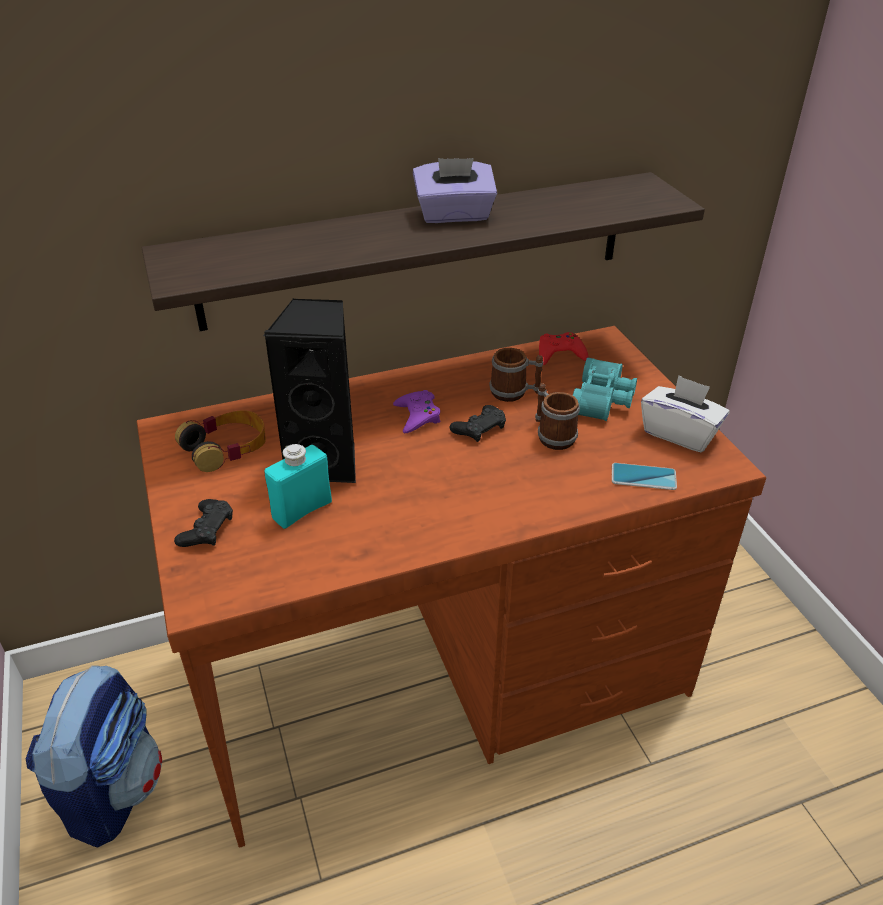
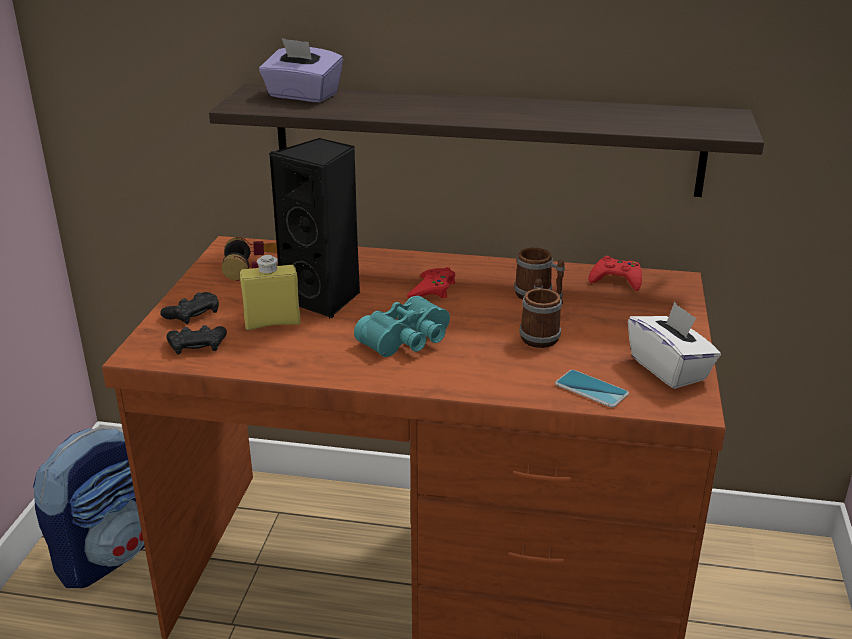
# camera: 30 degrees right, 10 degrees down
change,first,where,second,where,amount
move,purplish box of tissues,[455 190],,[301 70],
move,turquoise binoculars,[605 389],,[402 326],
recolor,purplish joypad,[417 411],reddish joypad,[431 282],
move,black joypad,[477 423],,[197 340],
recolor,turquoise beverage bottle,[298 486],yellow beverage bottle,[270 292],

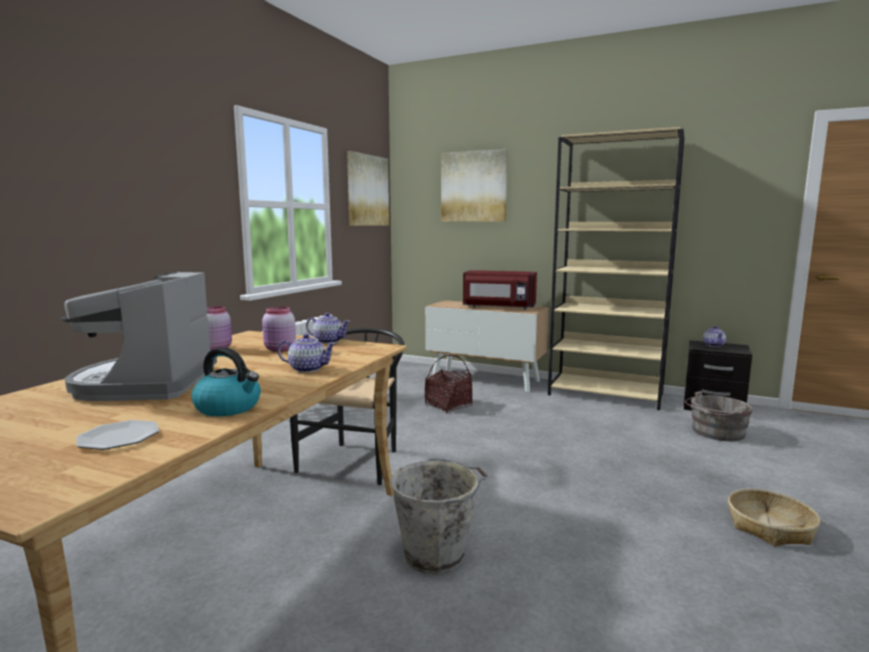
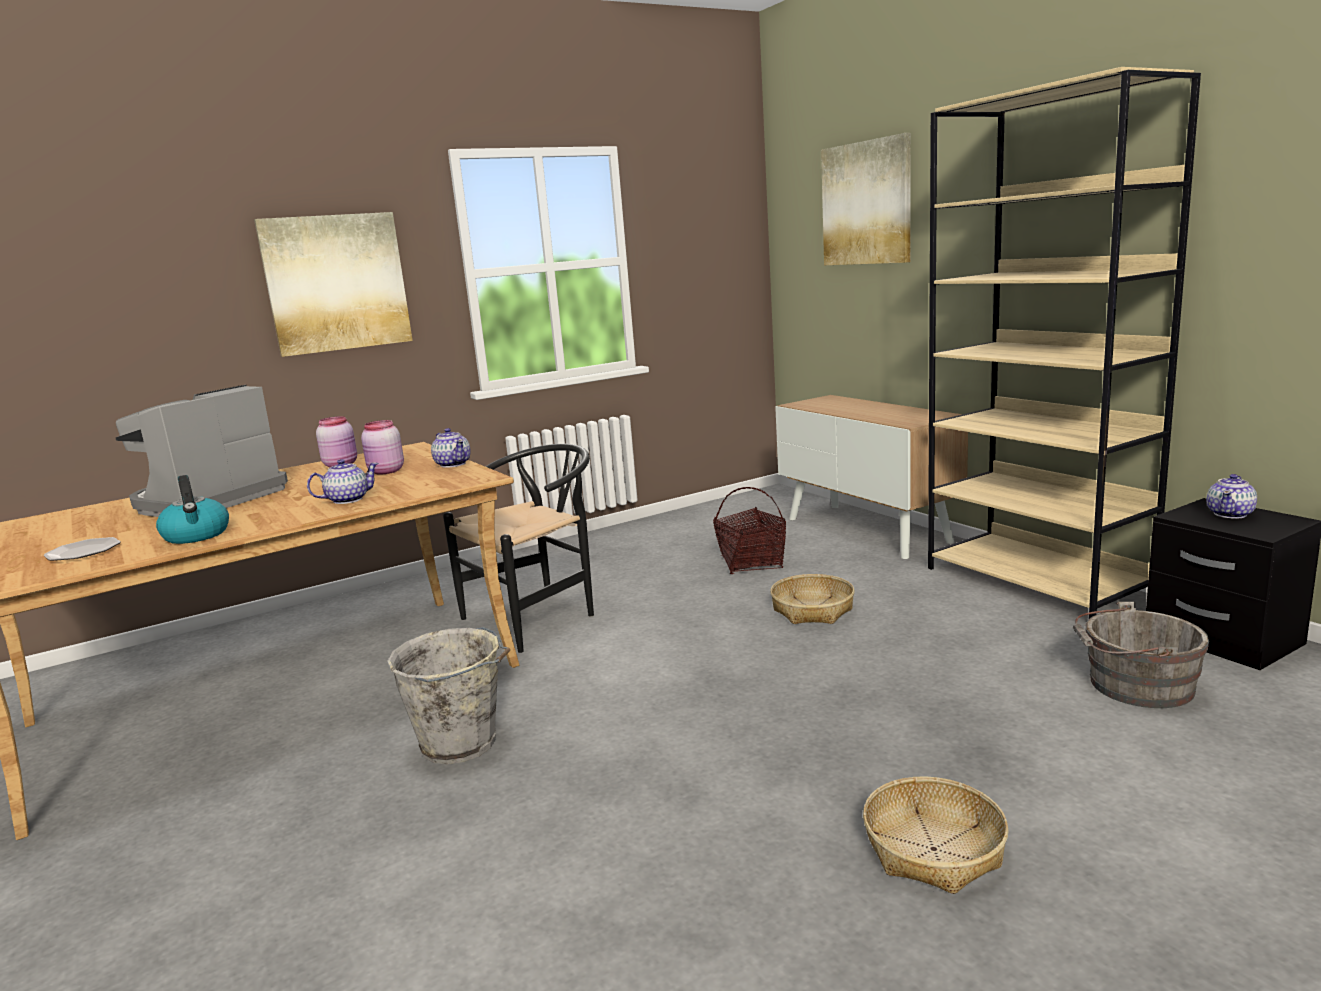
# camera: 35 degrees right, 5 degrees up
change,first,where,second,where,amount
move,wall picture,[368 188],,[333 284],
delete,reddish microwave,[500 290],,,
rotate,teapot,[307 353],,[343 481],75 degrees counterclockwise
insert,,,household basket,[812 599],

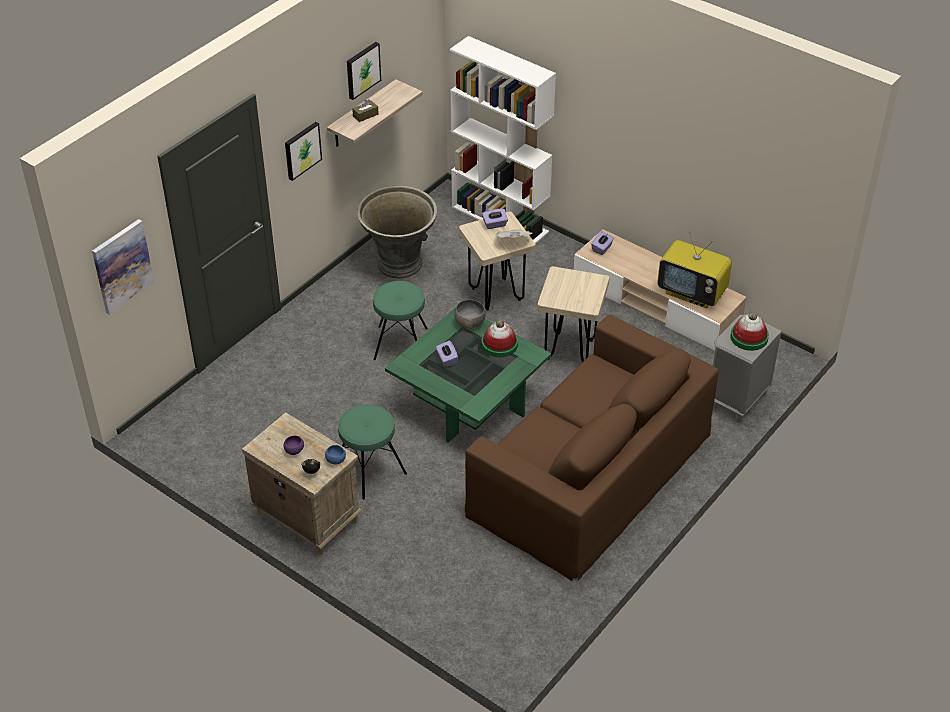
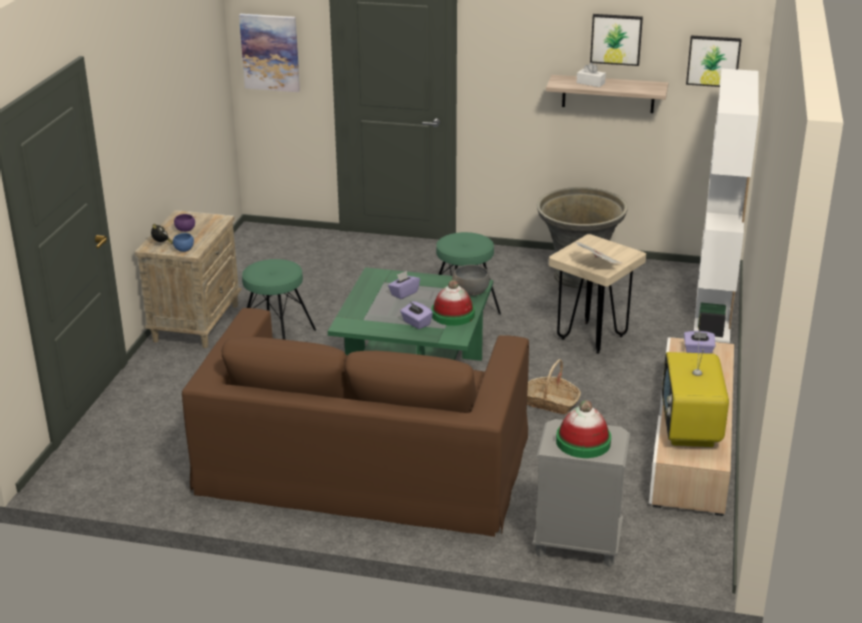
# camera: 65 degrees right, 15 degrees down
change,first,where,second,where,amount
recolor,brownish box of tissues,[365 110],white-coloured box of tissues,[591 74],
move,wall picture,[303 151],,[714 61],
move,purplish box of tissues,[495 219],,[416 315],
replace,beige stool seat,[573 314],household basket,[554 386],

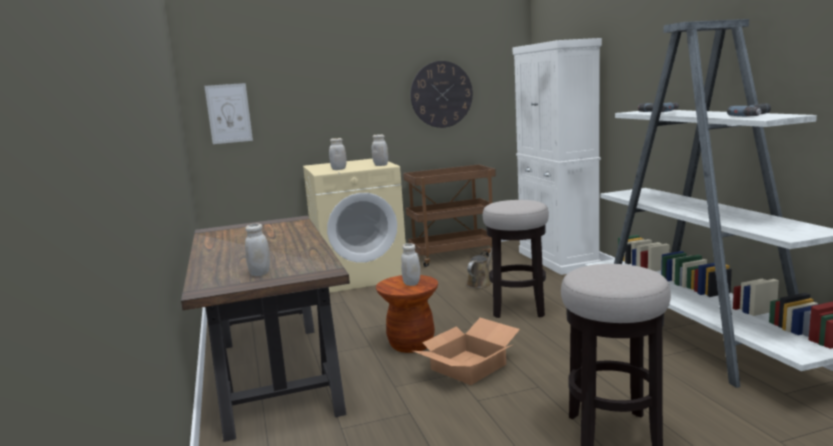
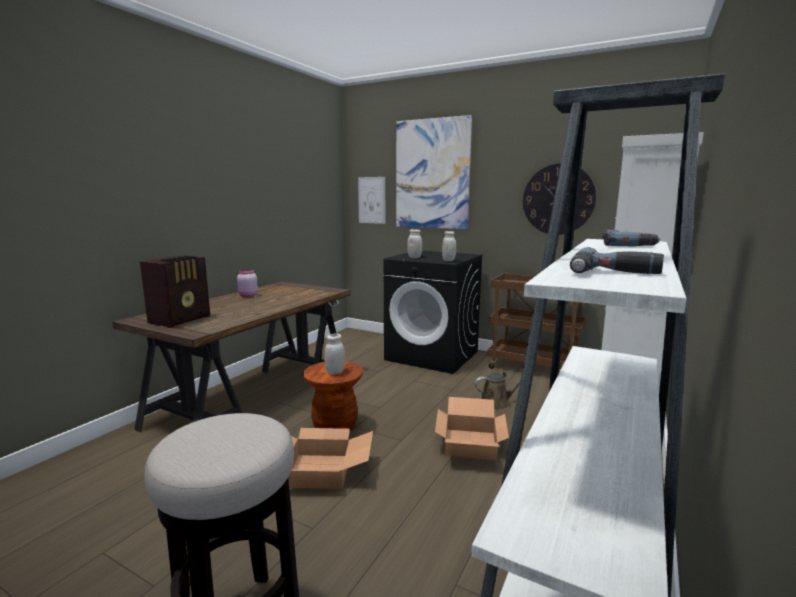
# camera: 45 degrees right, 0 degrees up
change,first,where,second,where,amount
recolor,beige laundry machine,[354 226],black laundry machine,[433 312],
replace,stool seat,[516 259],carton,[472 428],
replace,white-coloured preserve jar,[257 249],radio,[175 291],
insert,,,wall picture,[434 172],
insert,,,pink-coloured preserve jar,[247 283],

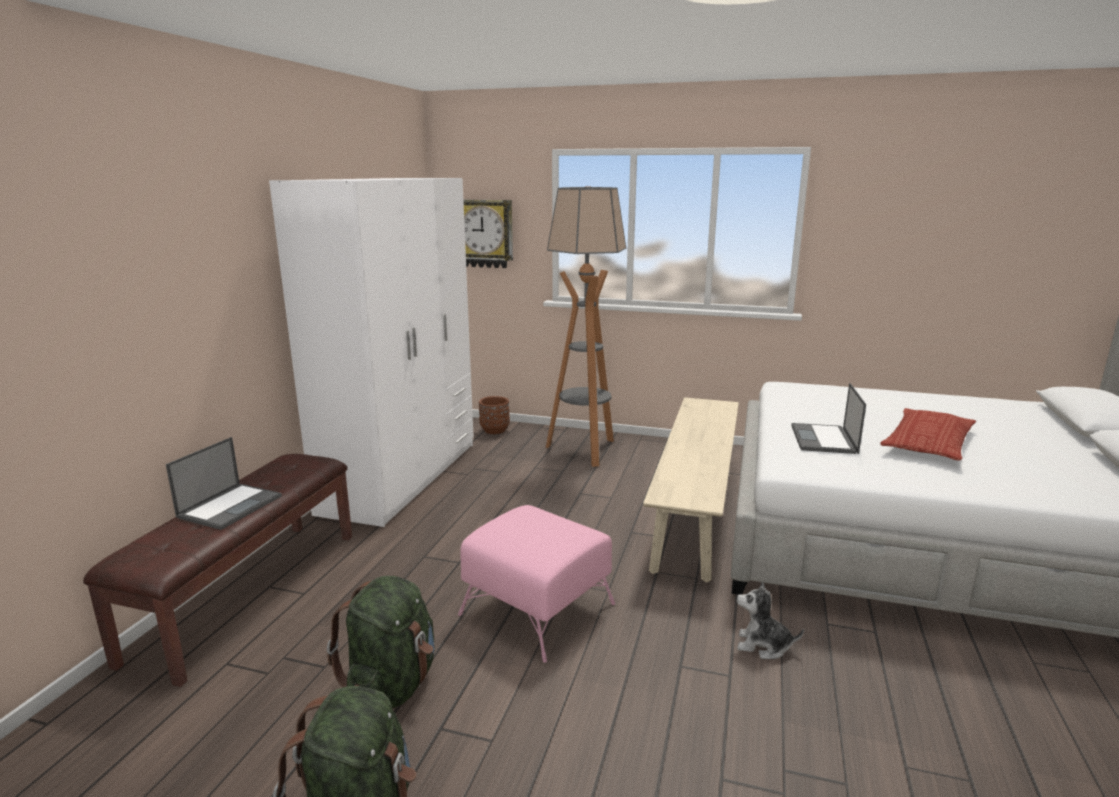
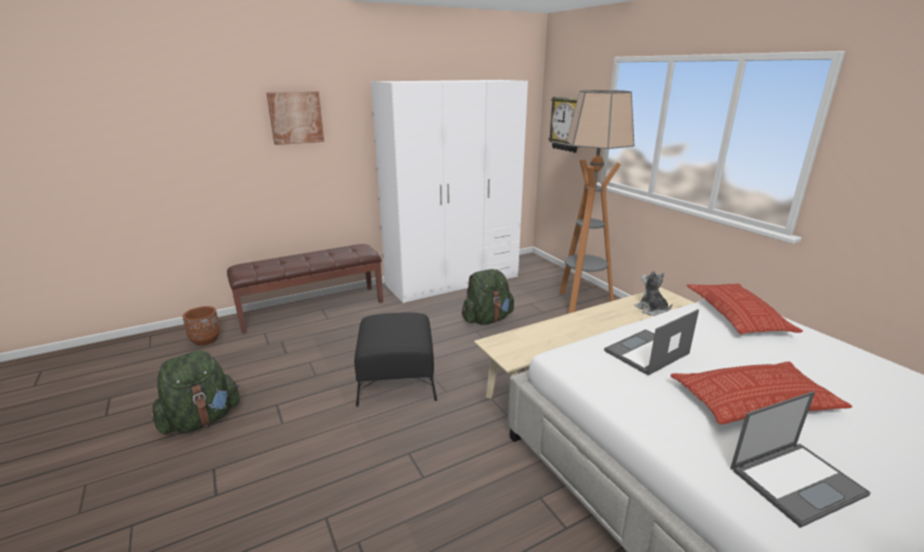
# camera: 45 degrees right, 5 degrees up
change,first,where,second,where,amount
move,brownish planter,[494 415],,[201 326],
move,notebook computer,[224 483],,[800 459],
recolor,pink-coloured pouffe,[536 584],black pouffe,[395 359],
move,green-coloured backpack,[381 642],,[488 297],
move,cuddly toy,[770 620],,[653 293],
insert,,,wall picture,[295 118],
insert,,,cushion,[745 309],

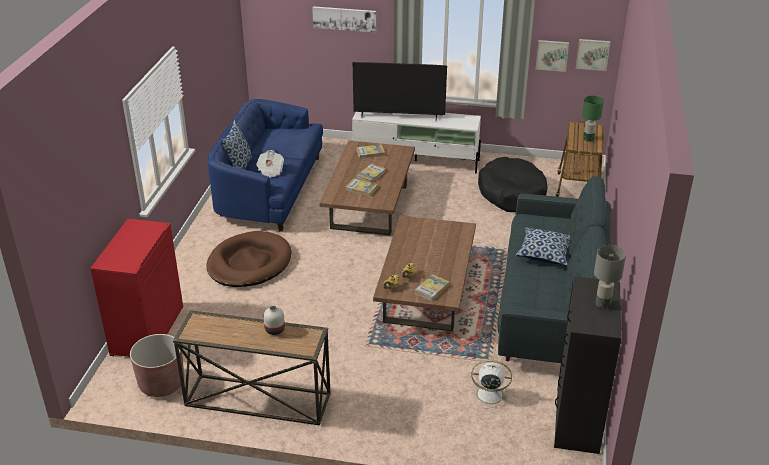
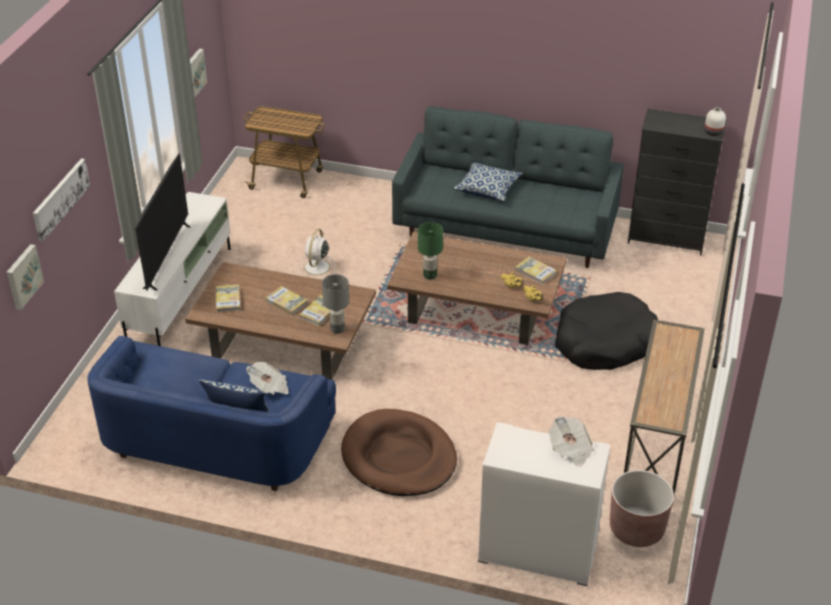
# camera: 85 degrees left, 5 degrees up
change,first,where,second,where,amount
move,wall picture,[593 55],,[25 277],
move,green-coloured tabletop lamp,[593 118],,[430 251],
move,black dog cushion,[513 184],,[606 331],
recolor,reddish storage cabinet,[136 288],white-coloured storage cabinet,[544 504],
move,gray tabletop lamp,[610 277],,[335 304],
move,white-coloured vase,[274 320],,[715 121],
move,white-coloured fan,[491 384],,[316 254],
insert,,,daily paper,[572 441],

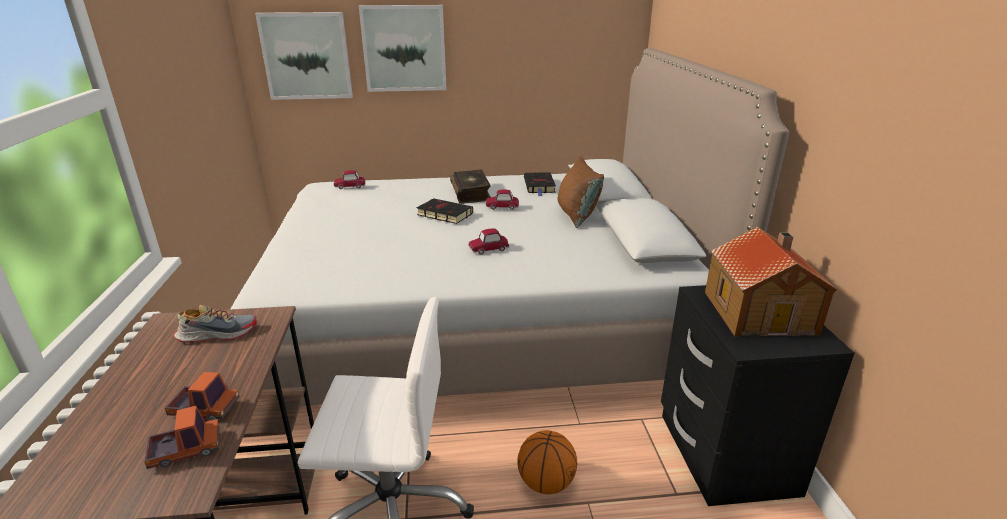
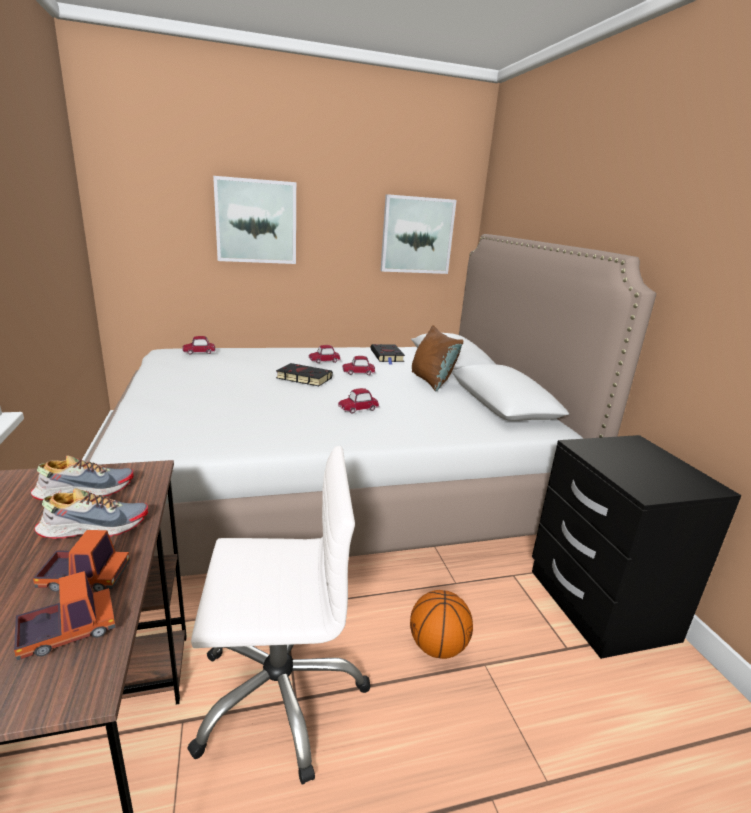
# camera: 10 degrees left, 5 degrees down
change,first,where,second,where,amount
move,wall picture,[304 56],,[418 234],
replace,volume,[470 187],miniature car,[325 354],
delete,model house,[771 281],,,
insert,,,shoe,[91 513],

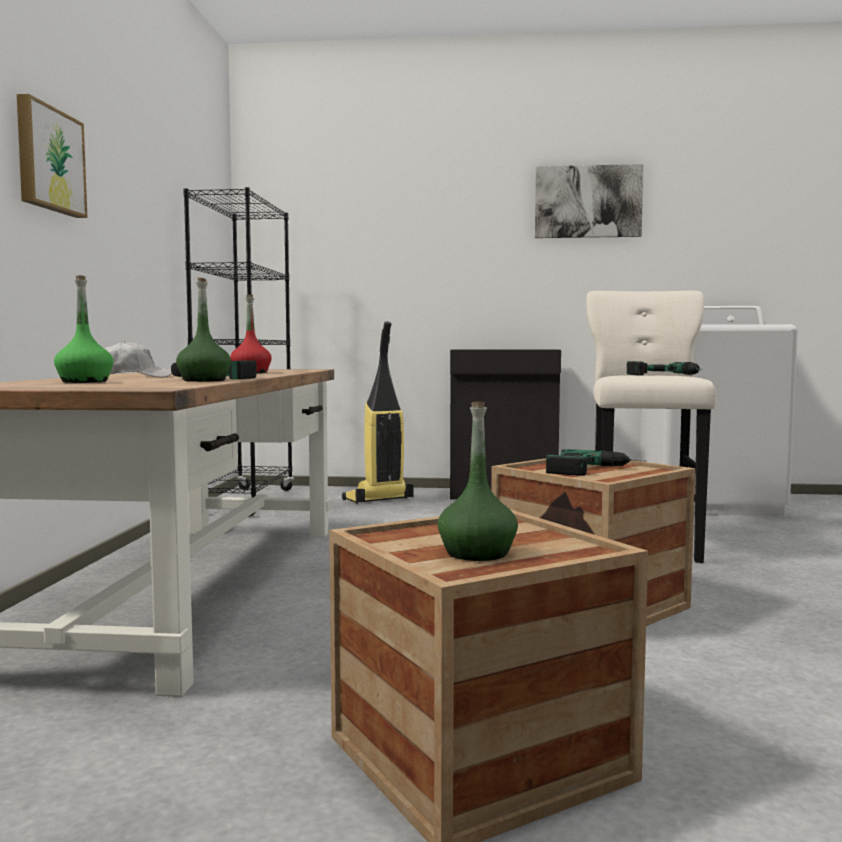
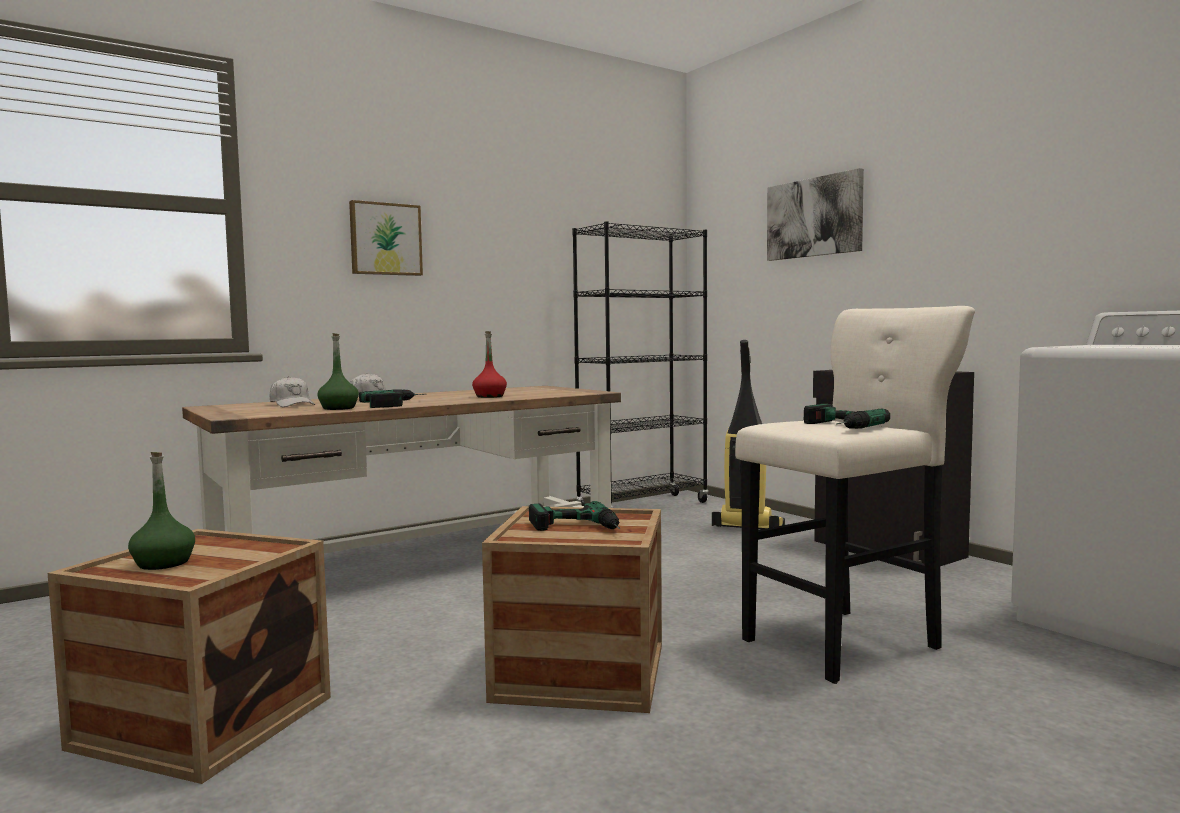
# camera: 50 degrees right, 0 degrees up
change,first,where,second,where,amount
move,wall picture,[589 201],,[815 214],
replace,green-coloured beverage bottle,[83 329],white-coloured baseball cap,[292 391],

